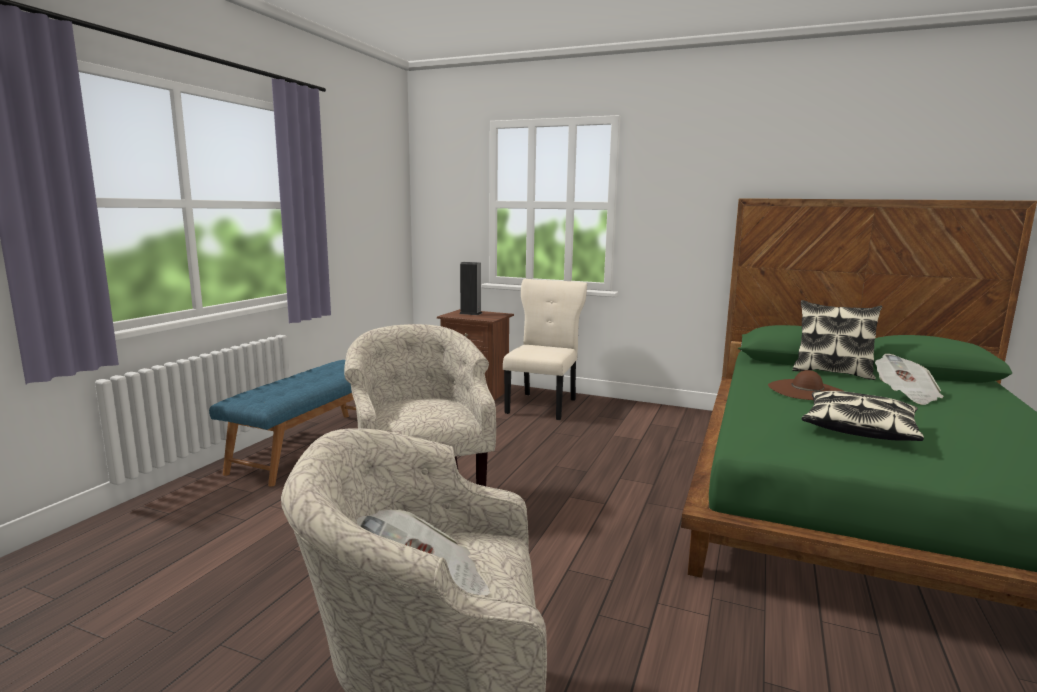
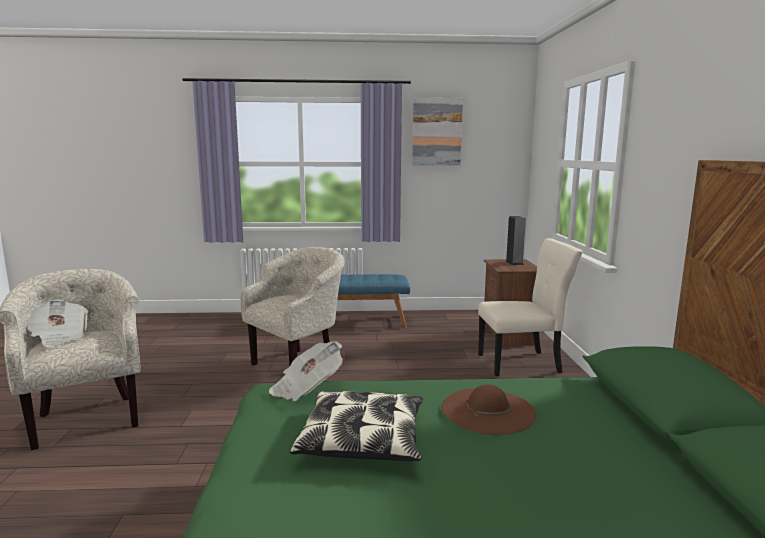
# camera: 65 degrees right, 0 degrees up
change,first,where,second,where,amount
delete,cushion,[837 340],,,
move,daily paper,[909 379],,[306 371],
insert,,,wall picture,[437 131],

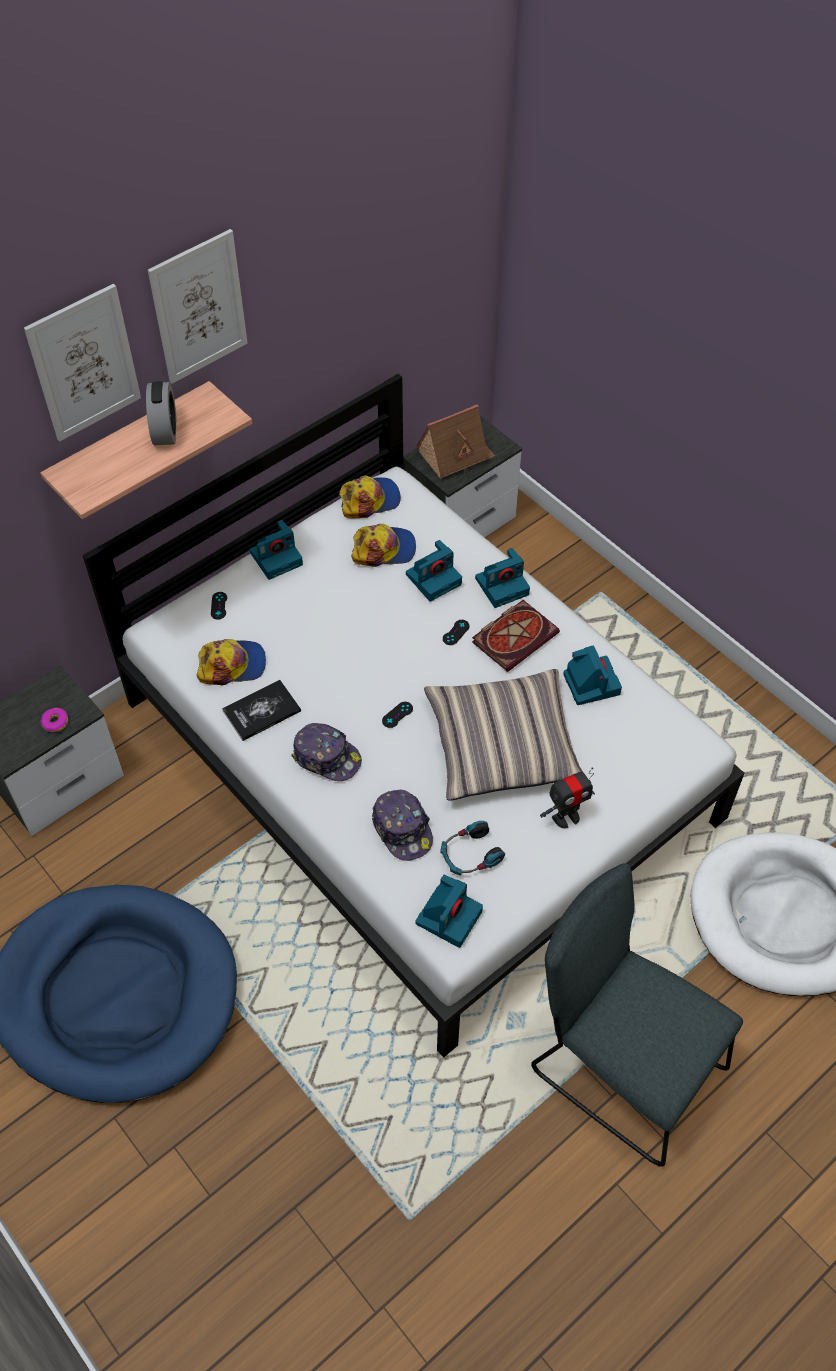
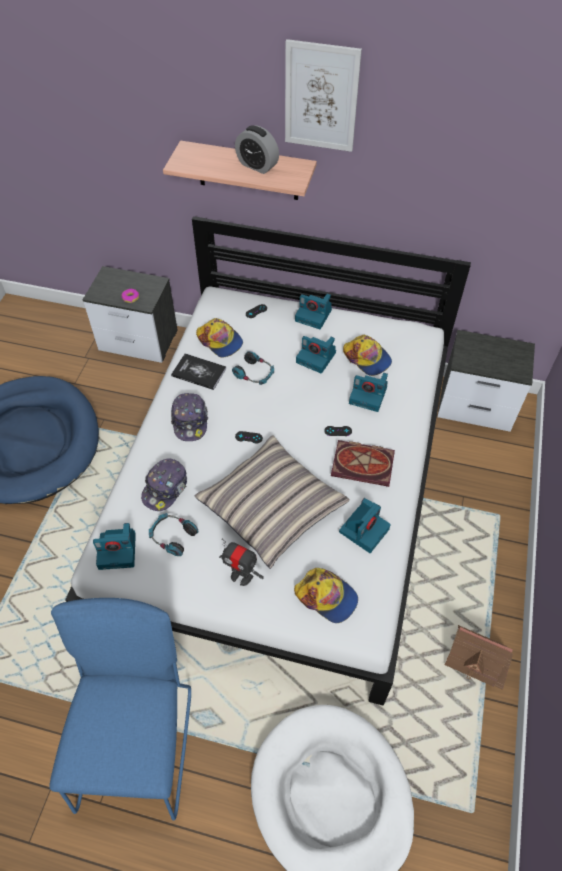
# camera: 55 degrees right, 0 degrees up
change,first,where,second,where,amount
delete,wall picture,[82 363],,,
rotate,alarm clock,[161 413],,[257 149],75 degrees clockwise
move,model house,[455 442],,[479 657],
move,baseball cap,[370 497],,[326 595],
move,photo camera,[502 578],,[316 354],
recolor,gray upright chair,[637 1015],blue upright chair,[120 709],
insert,,,headphones,[253 368],

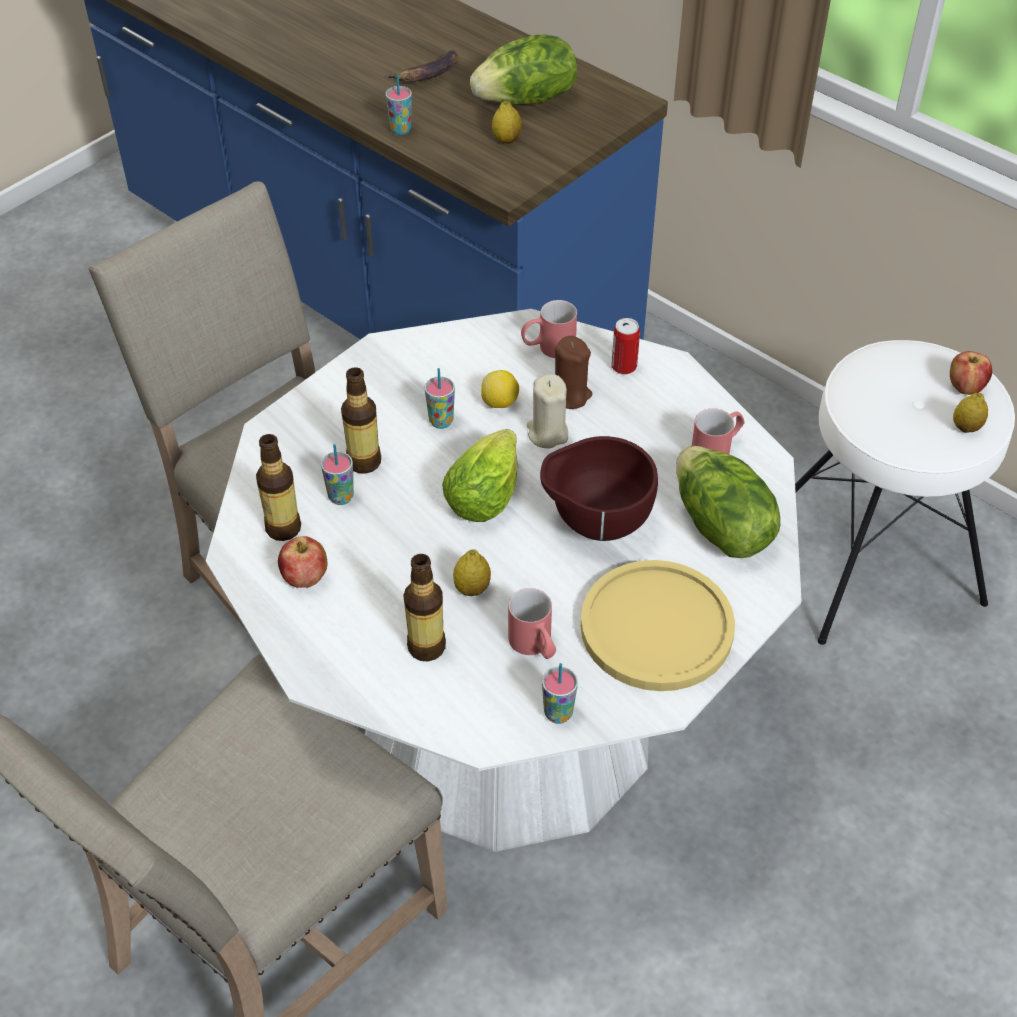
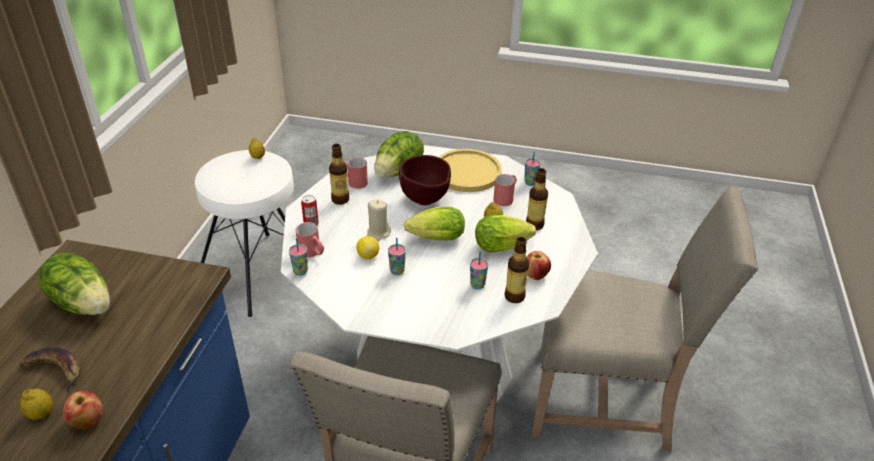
# camera: 120 degrees left, 10 degrees down
change,first,where,second,where,amount
move,drinking cup,[399 104],,[298 257],
move,lemon,[507 122],,[36 404],
delete,brownish wax light,[574 372],,,
move,apple,[971 373],,[82 410],
move,beverage bottle,[361 420],,[339 174],
insert,,,lettuce head,[505 233],

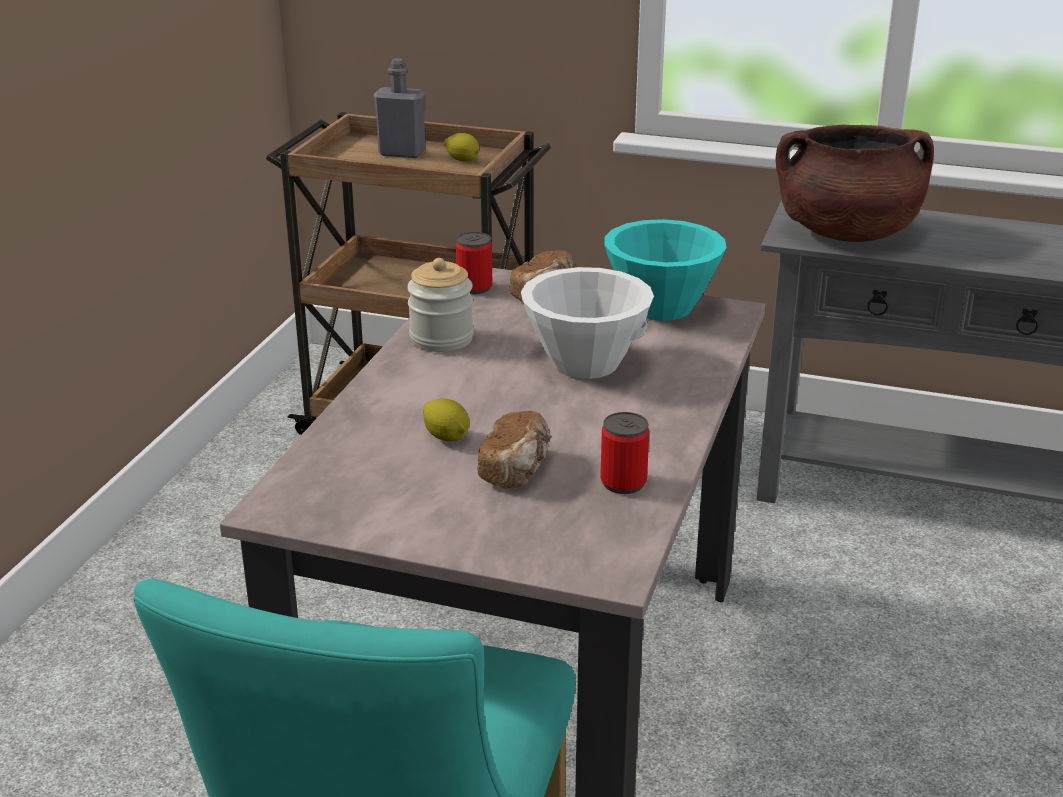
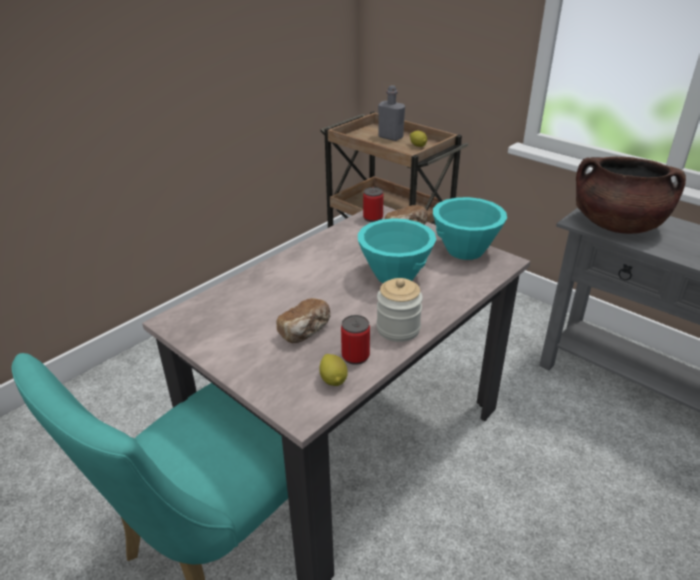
# camera: 25 degrees right, 5 degrees up
change,first,where,second,where,amount
move,preserve jar,[440 305],,[399 310],
recolor,white-coloured bowl,[587 323],turquoise bowl,[397 250],
move,lemon,[446 419],,[333 370],

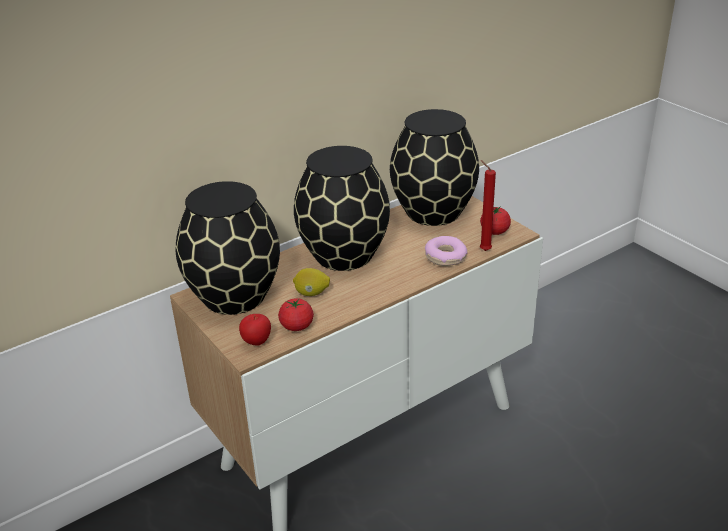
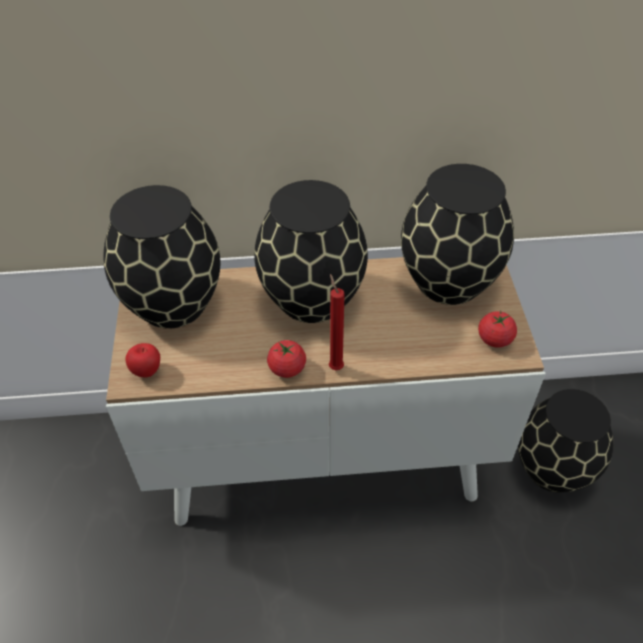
# camera: 30 degrees right, 15 degrees up
change,first,where,second,where,amount
move,reddish wax light,[488 205],,[336 322],
delete,donut,[446 251],,,
delete,lemon,[311 282],,,
move,tomato,[296 314],,[286 359],
insert,,,black vase,[565 440],

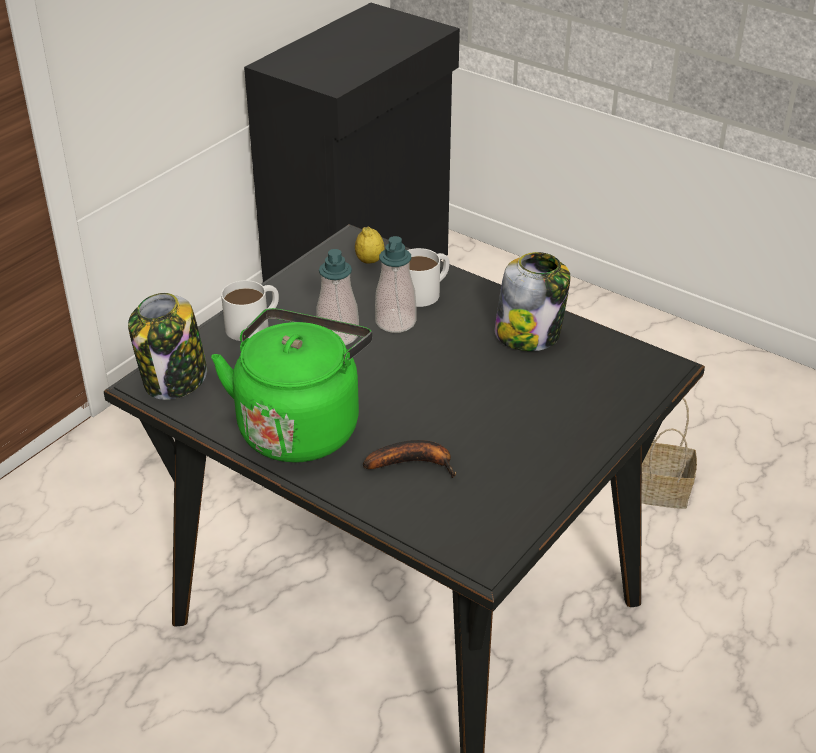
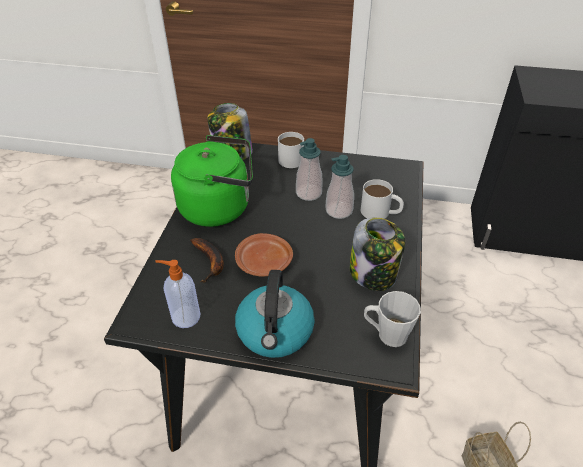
# camera: 65 degrees right, 5 degrees up
change,first,where,second,where,amount
delete,lemon,[370 245],,,
insert,,,brownish dinner plate,[264 255],
insert,,,liquid soap bottle,[177 294],
insert,,,kettle,[275 314],
insert,,,gray mug,[392 319],

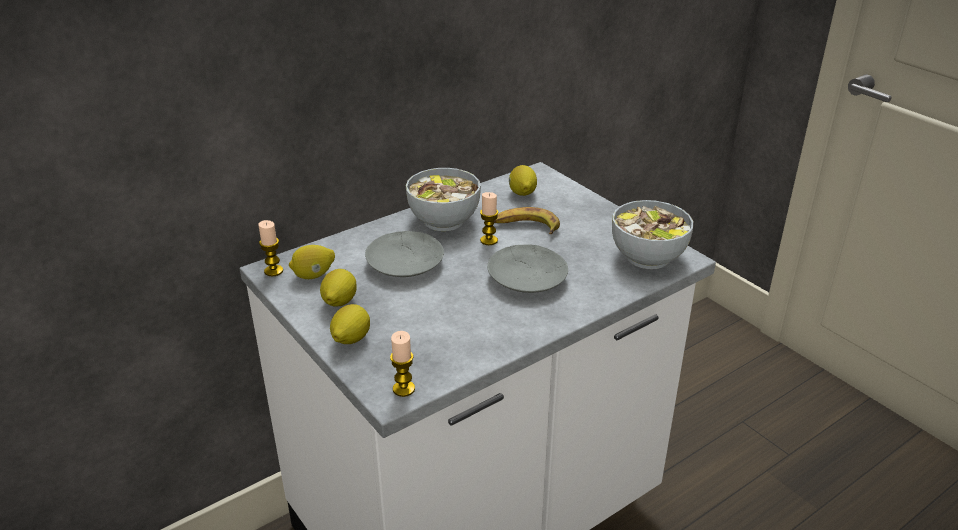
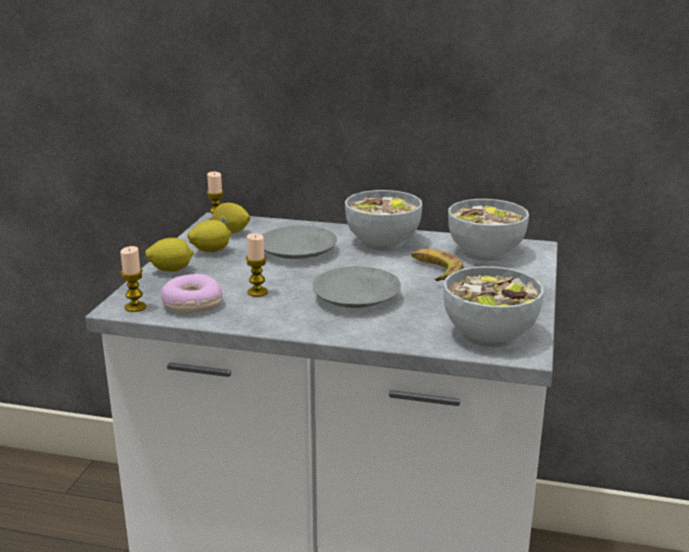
# camera: 50 degrees right, 10 degrees down
change,first,where,second,where,amount
replace,lemon,[523 180],bowl,[488 230],
move,wax light,[489 218],,[257 265],
insert,,,donut,[192 293],

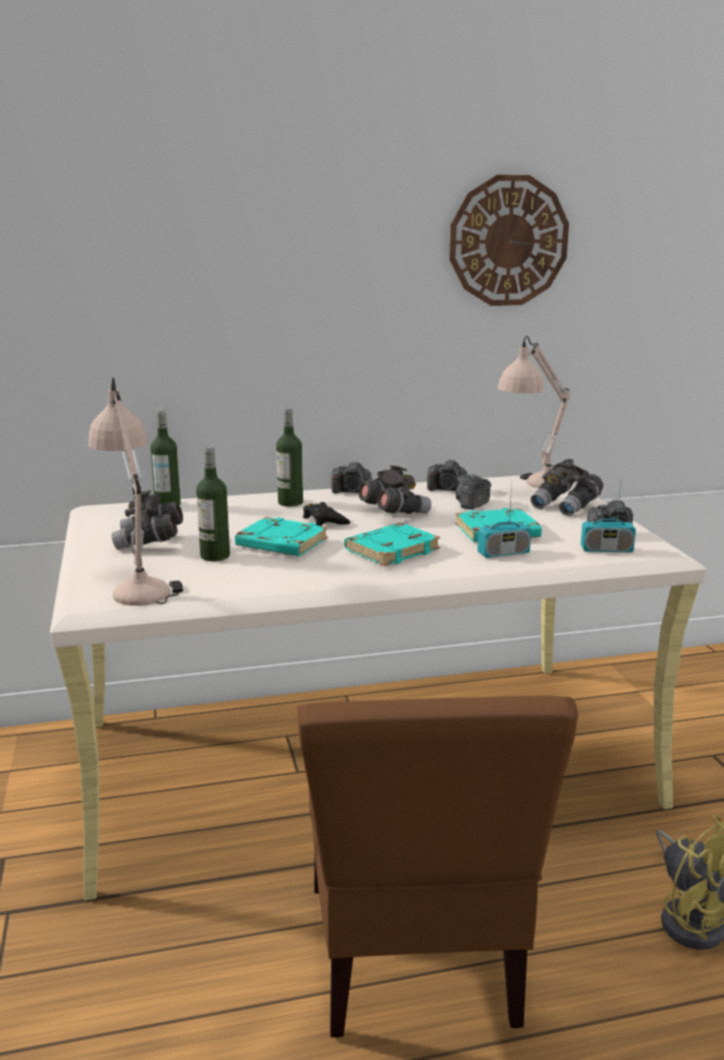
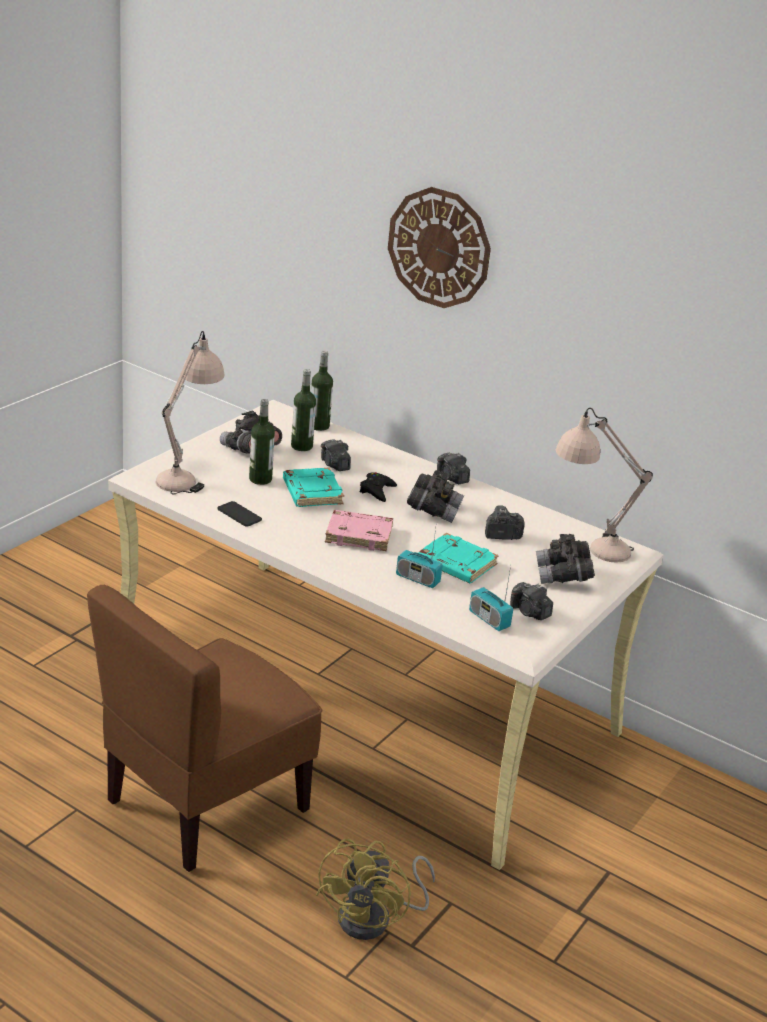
# camera: 45 degrees right, 10 degrees up
change,first,where,second,where,amount
move,wall clock,[509 240],,[439 247],
move,beverage bottle,[289 457],,[303 410],
move,photo camera,[447 475],,[336 455],
recolor,turquoise volume,[392 544],pink-coloured volume,[359 530],
insert,,,telephone,[239 514],

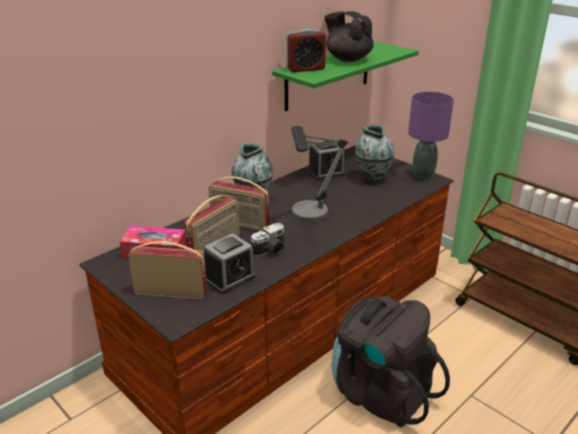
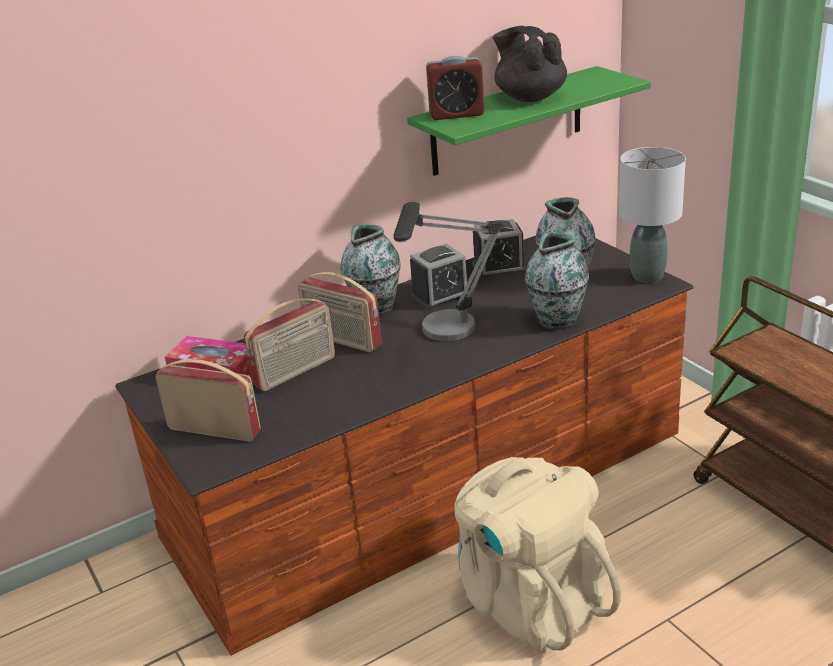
# camera: 15 degrees right, 0 degrees up
change,first,where,second,where,amount
recolor,purplish tabletop lamp,[431 135],gray tabletop lamp,[652 215],
delete,photo camera,[267 239],,,
move,alarm clock,[230 264],,[439 277],
recolor,black backpack,[391 361],beige backpack,[538 555],
insert,,,vase,[557 281],

